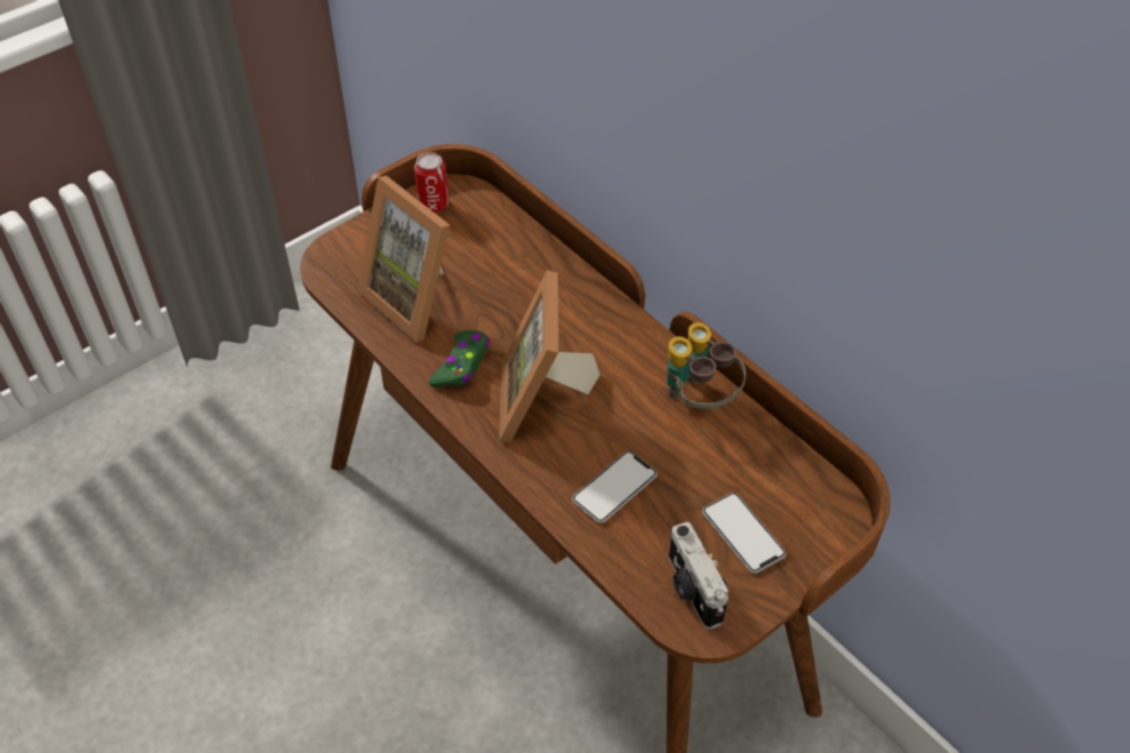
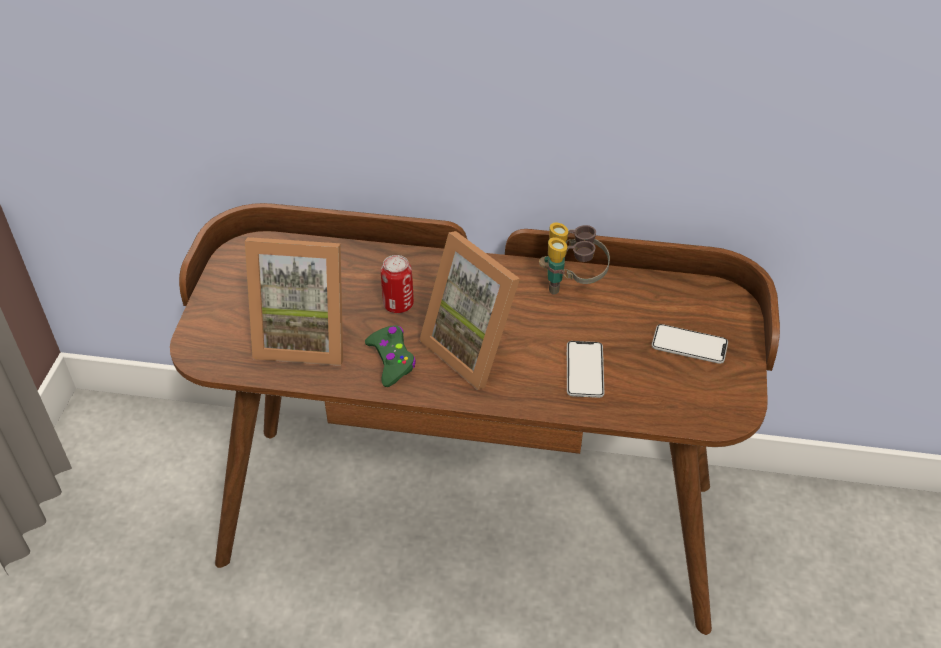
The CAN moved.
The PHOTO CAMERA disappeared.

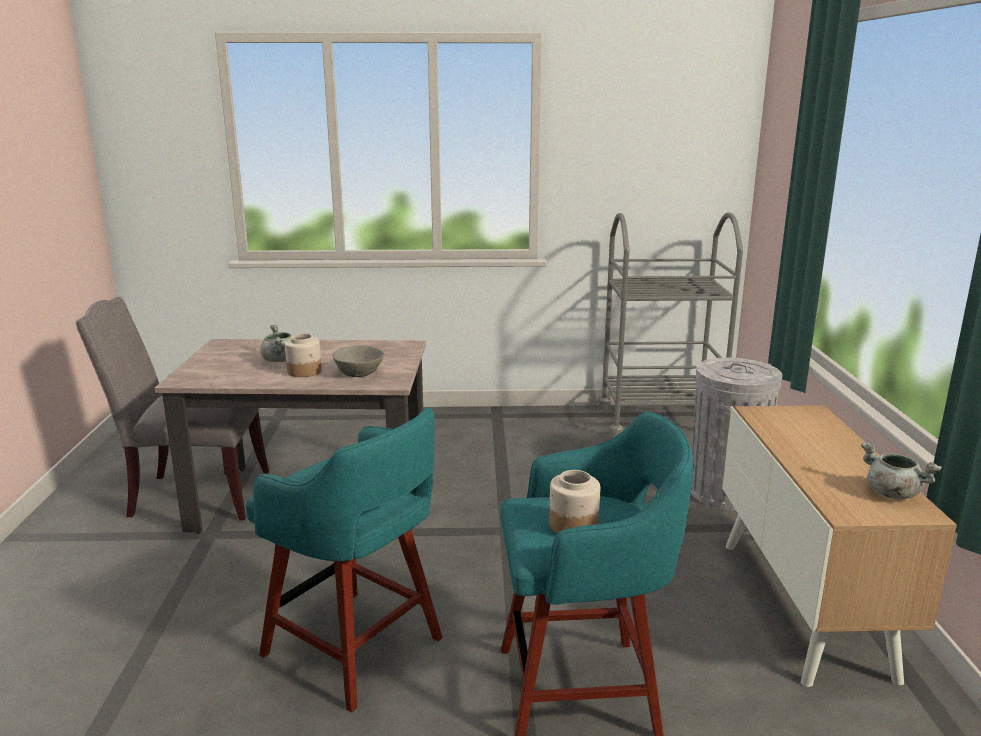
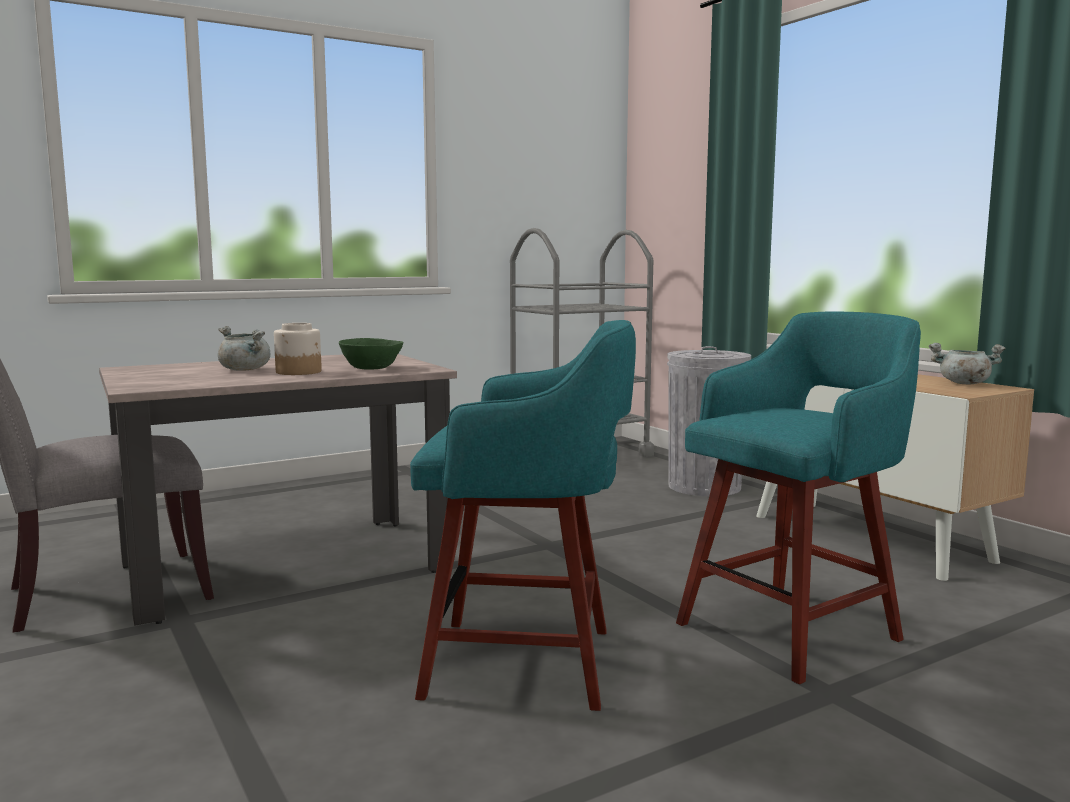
The GREY BOWL became the GREEN BOWL.
The JAR (2nd from left) disappeared.

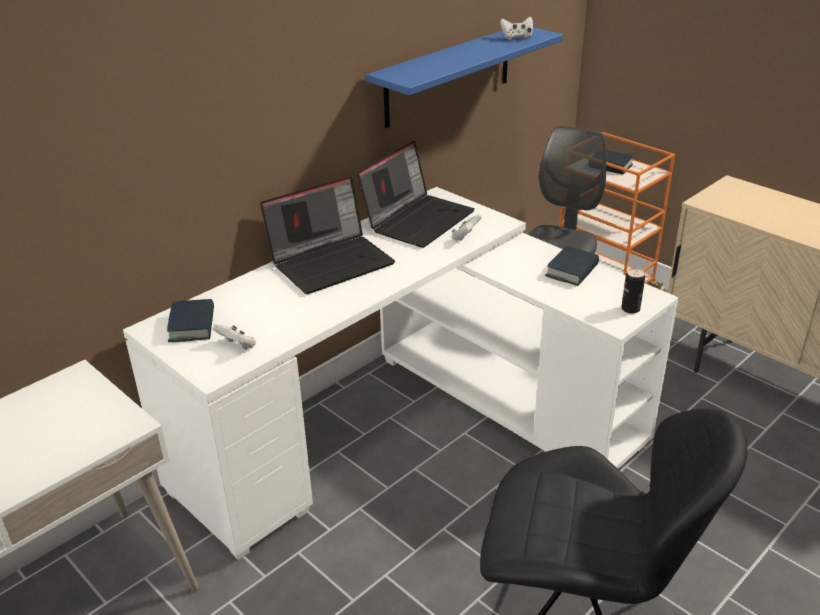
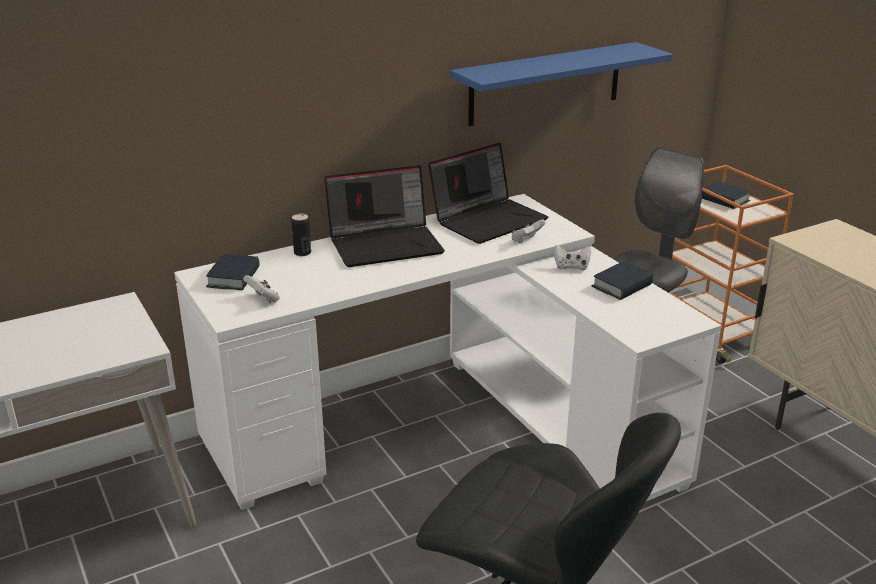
The CAN moved.
The WHITE GAME CONTROLLER (3rd from left) moved.

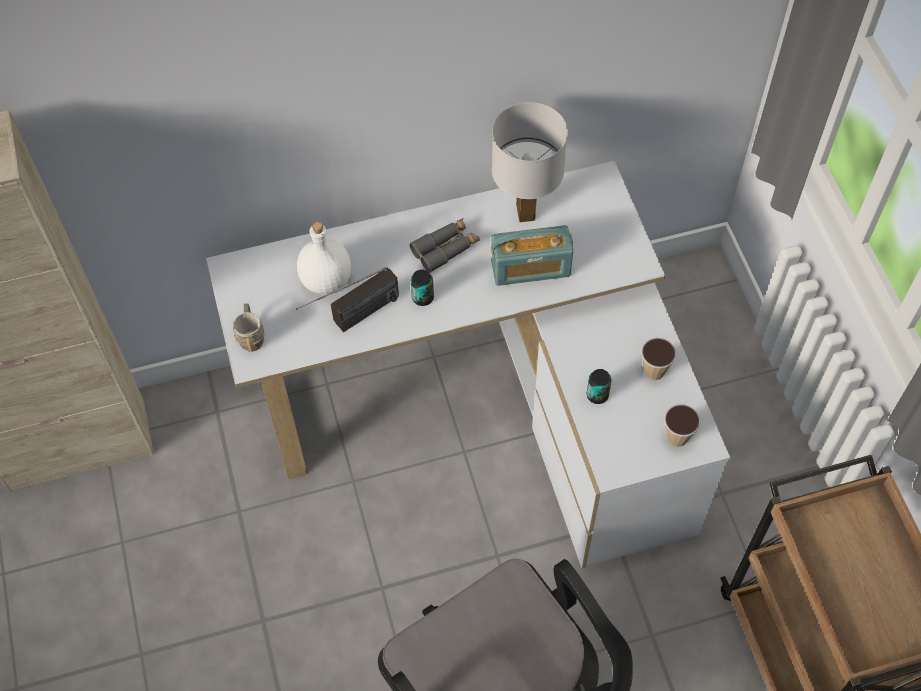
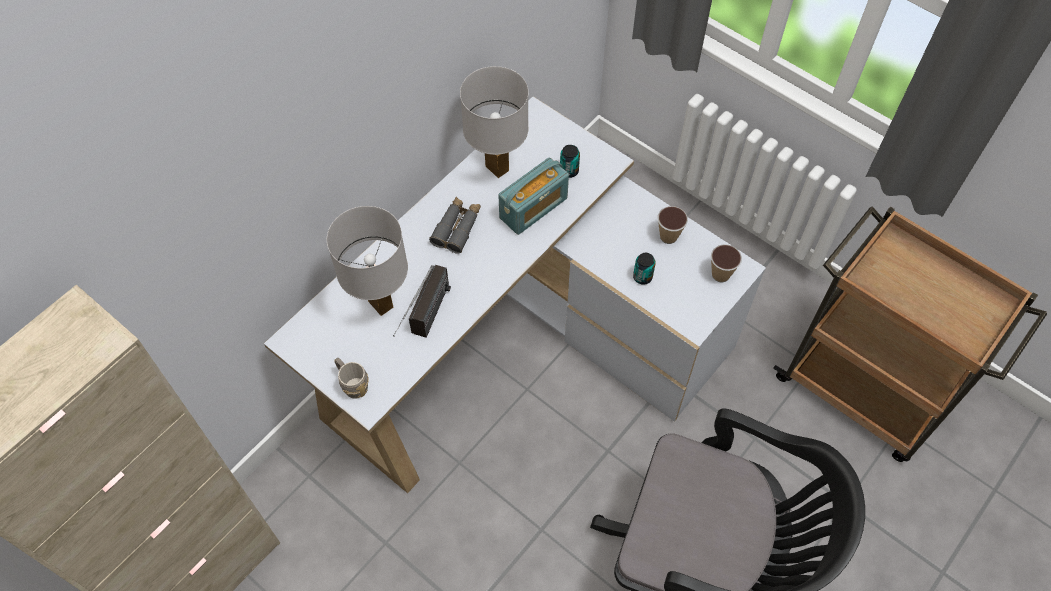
The WHITE BOTTLE was replaced by the WHITE TABLE LAMP (1st from left).
The CAN (1st from left) moved.

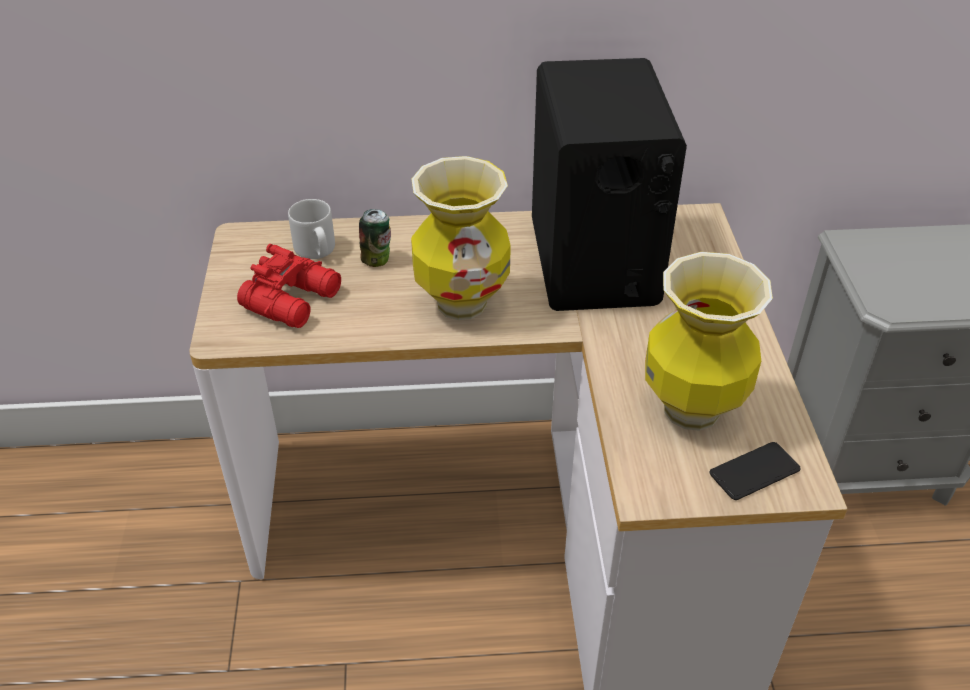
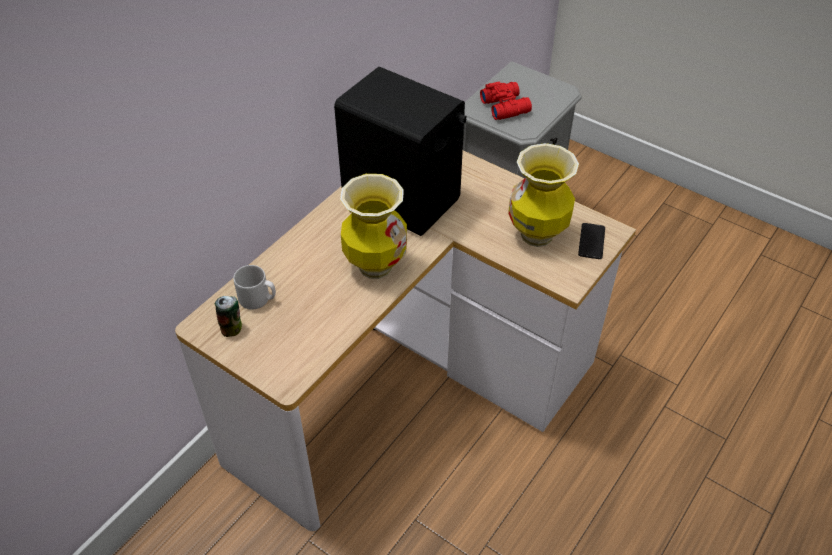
The CAN moved.
The RED BINOCULARS moved.

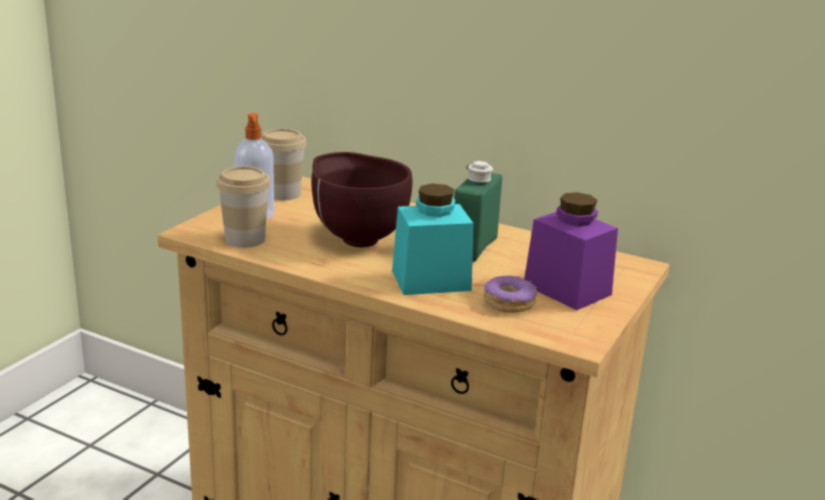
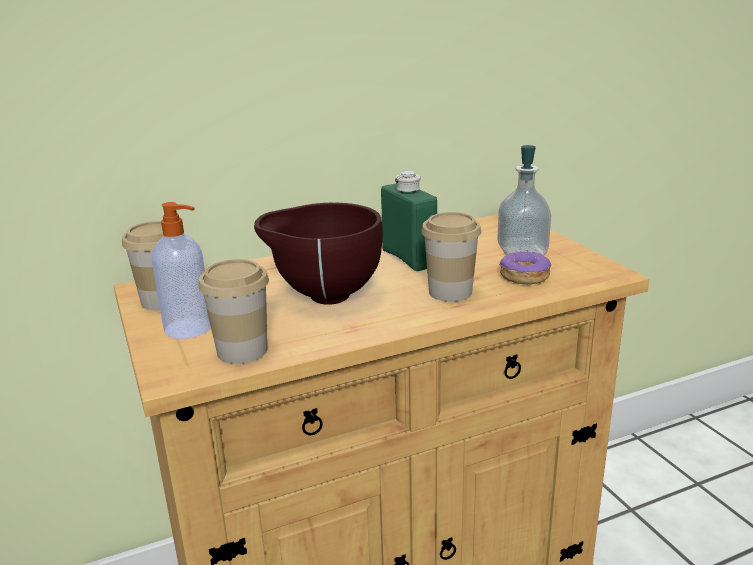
The TURQUOISE JAR was replaced by the CUP (3rd from left).
The PURPLE JAR was replaced by the SOAP DISPENSER (2nd from left).

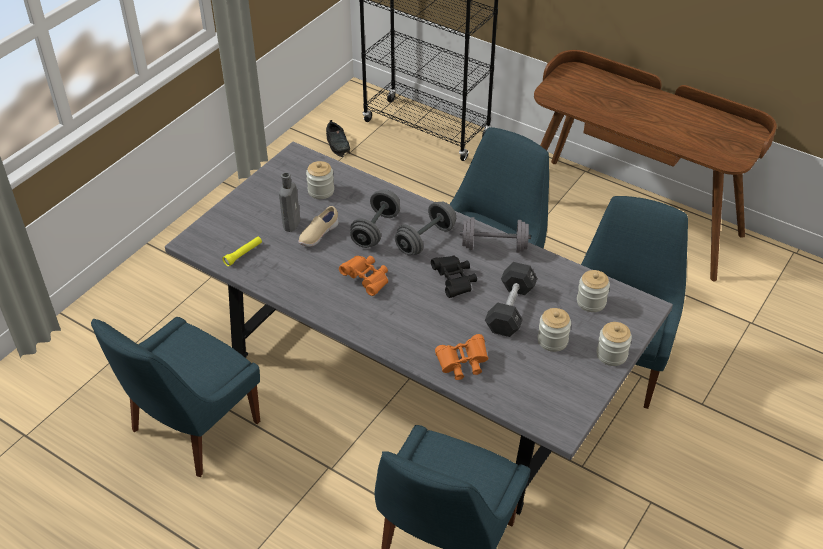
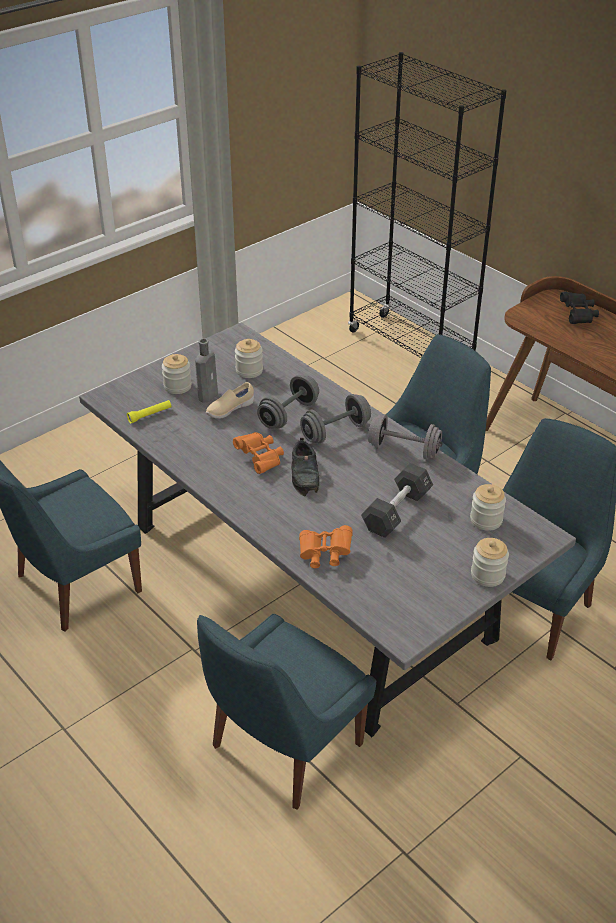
The JAR (2nd from left in the first image) moved.
The BLACK SHOE moved.
The BLACK BINOCULARS moved.

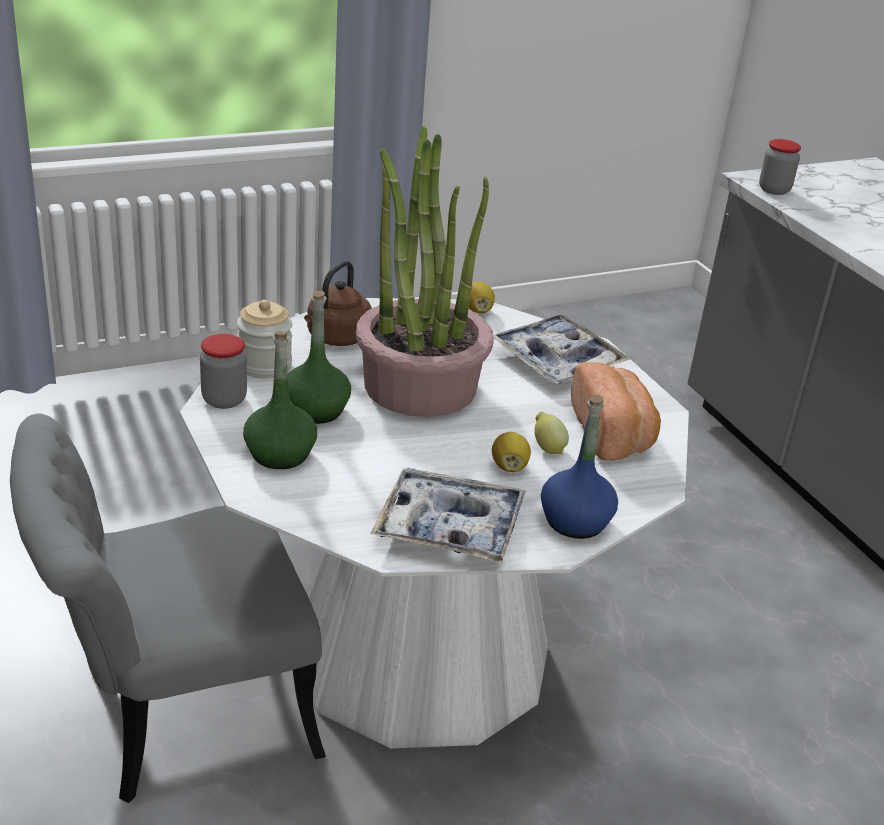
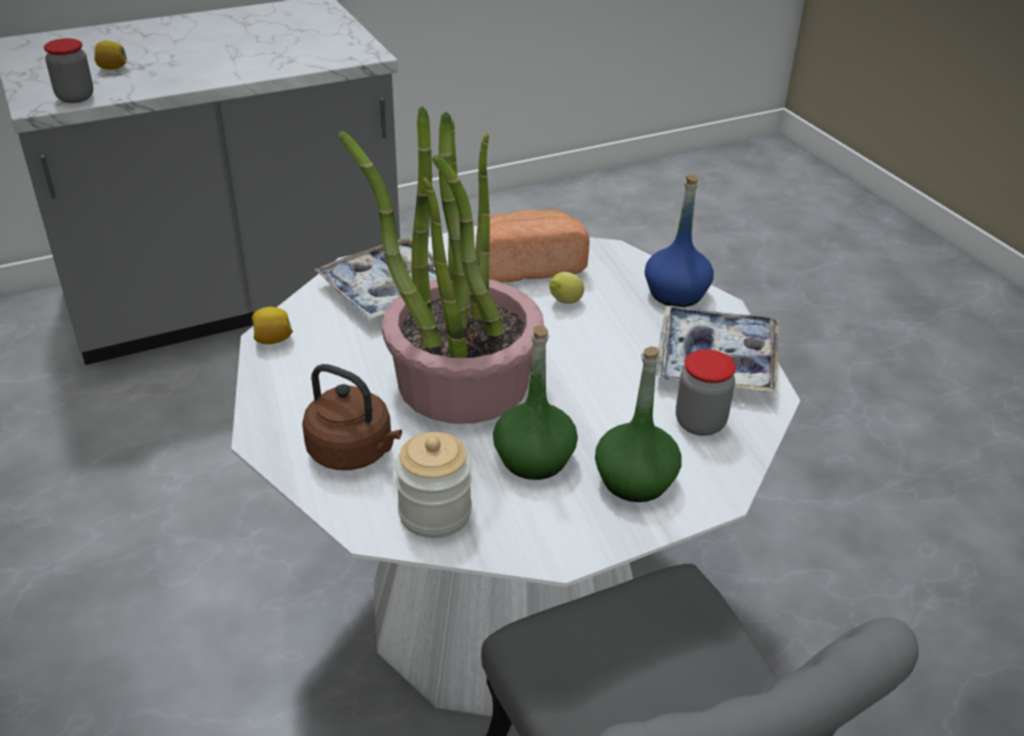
The LEMON (2nd from left in the first image) moved.
The JAR (1st from left in the first image) moved.

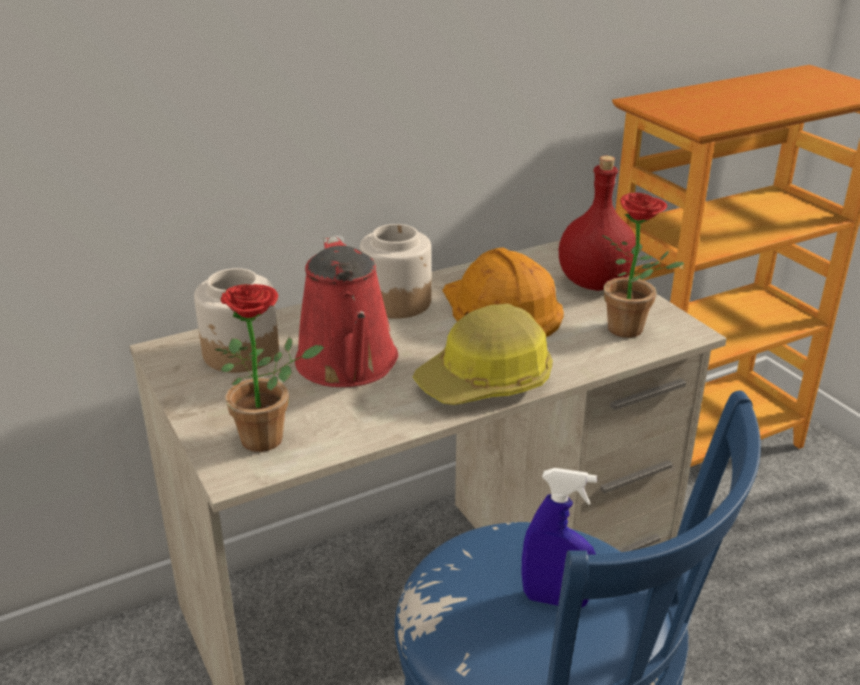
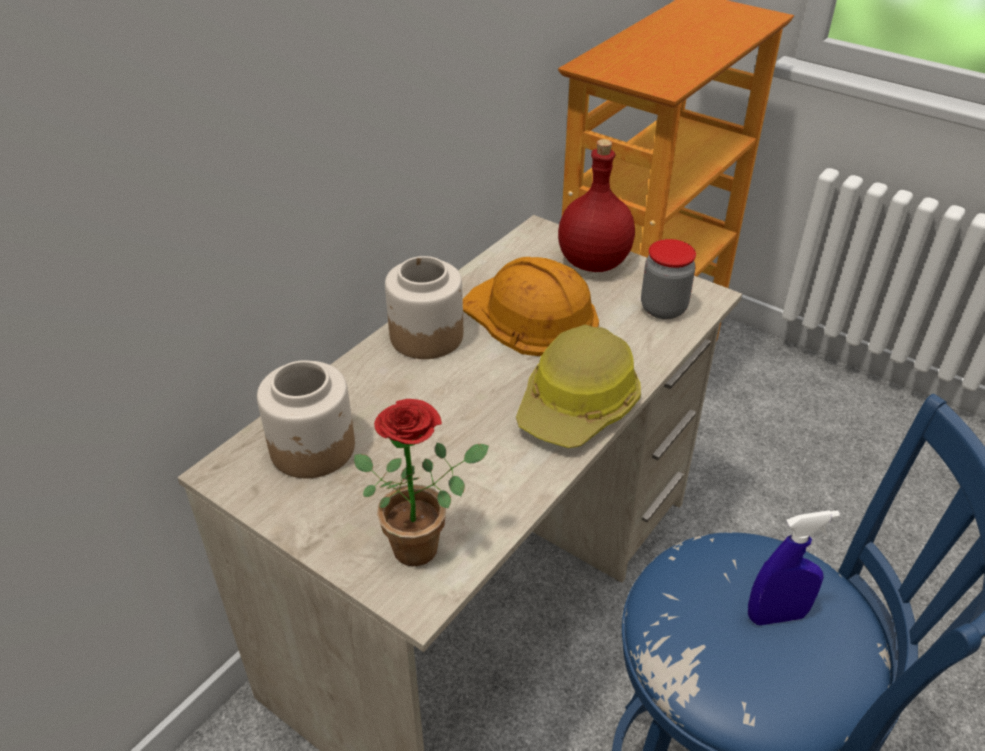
The POTTED PLANT (2nd from left) was replaced by the JAR (3rd from left).
The RED WATERING CAN disappeared.

